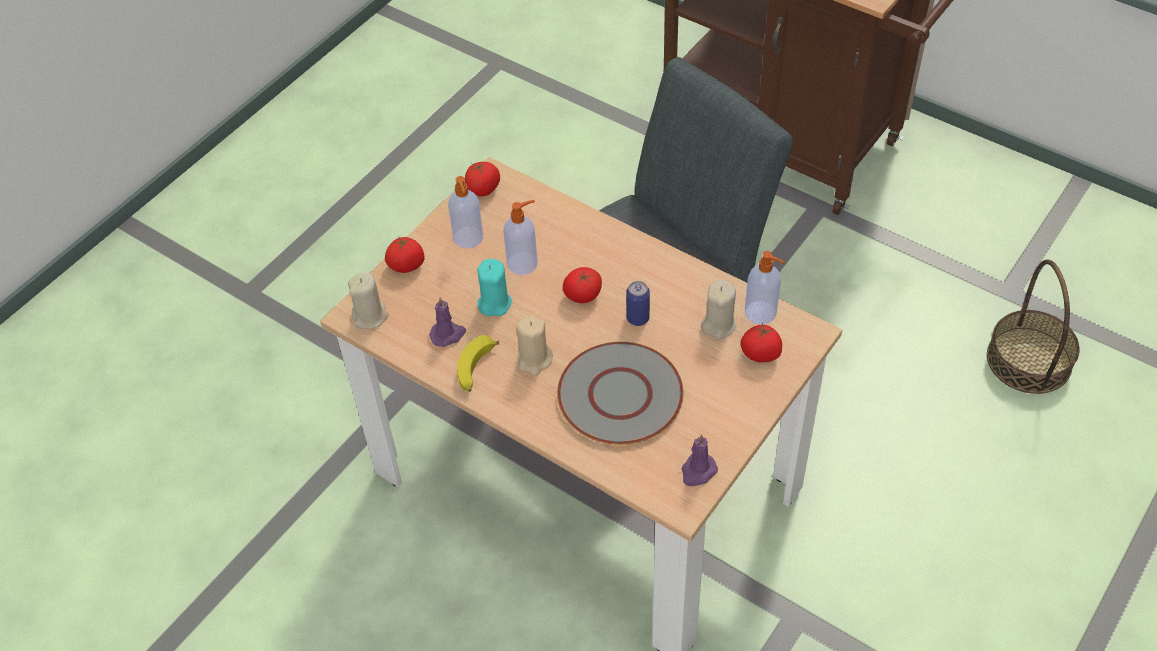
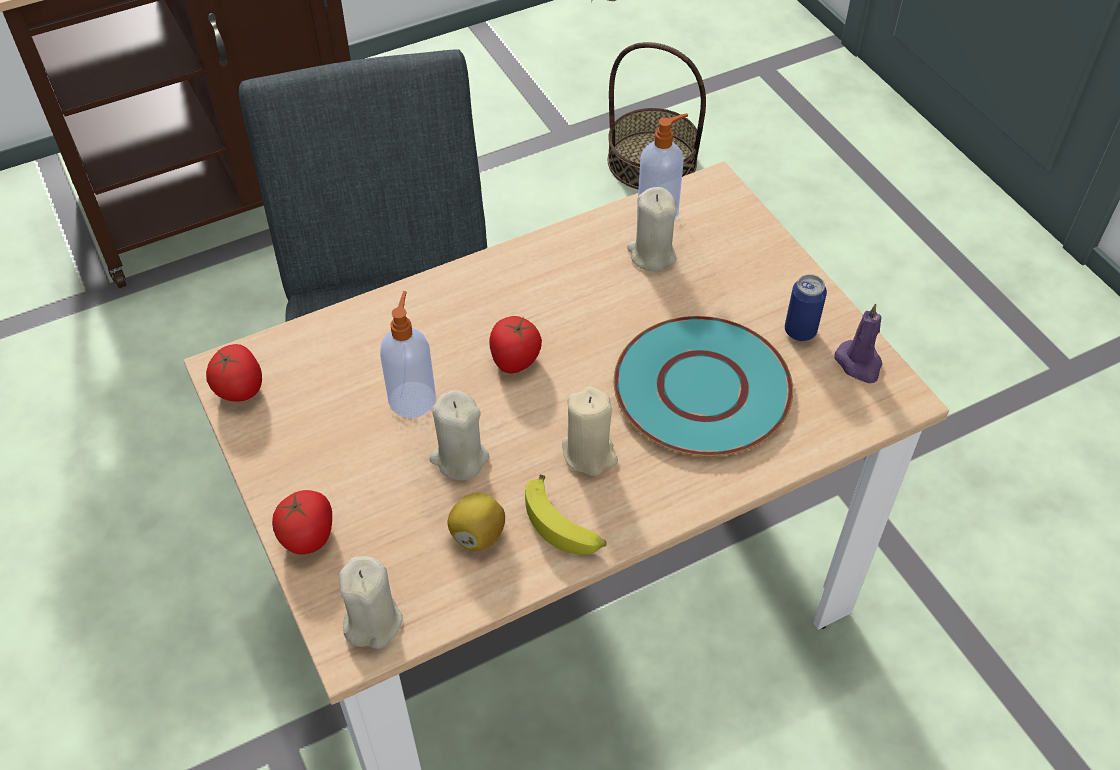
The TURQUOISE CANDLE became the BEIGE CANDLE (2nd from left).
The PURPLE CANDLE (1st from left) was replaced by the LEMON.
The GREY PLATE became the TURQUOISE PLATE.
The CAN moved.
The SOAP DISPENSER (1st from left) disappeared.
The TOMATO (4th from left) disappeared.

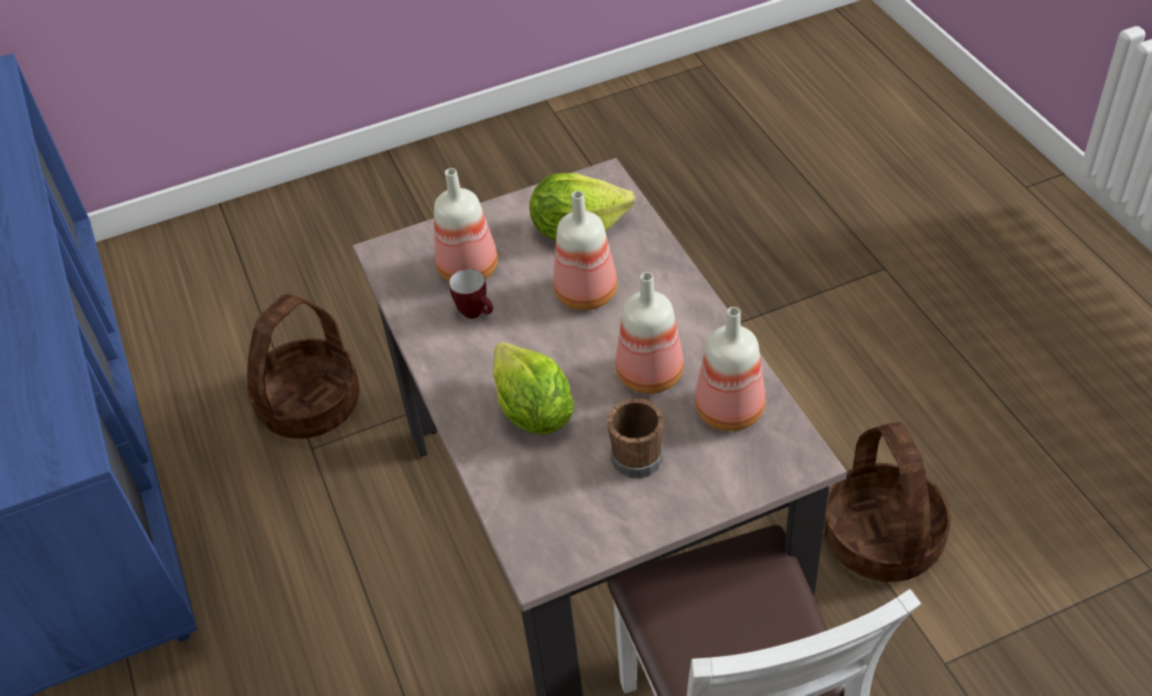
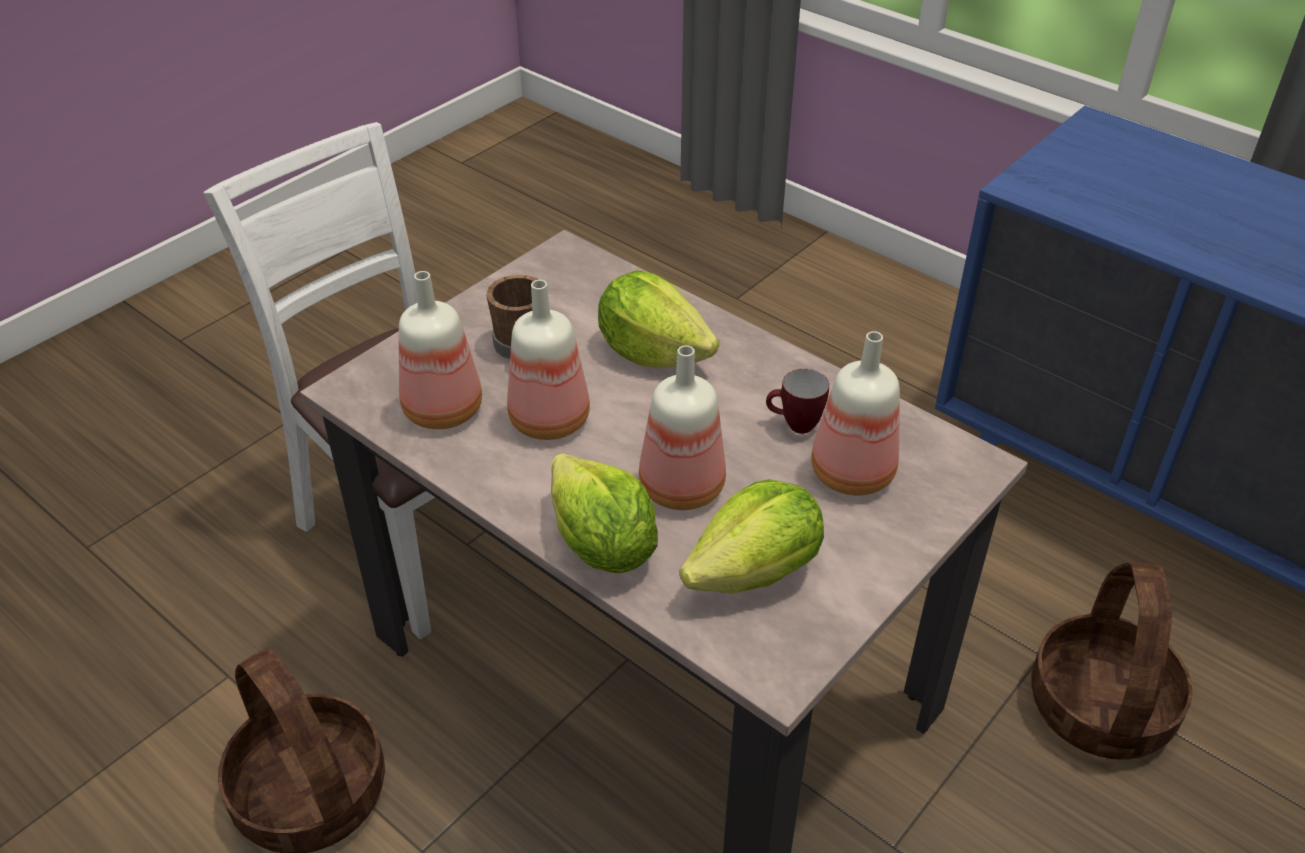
The LETTUCE (1st from left) appeared.

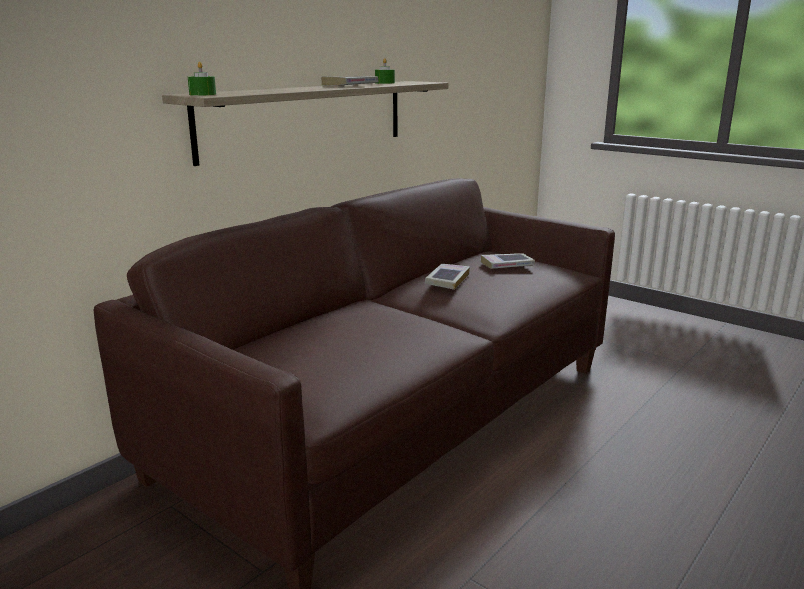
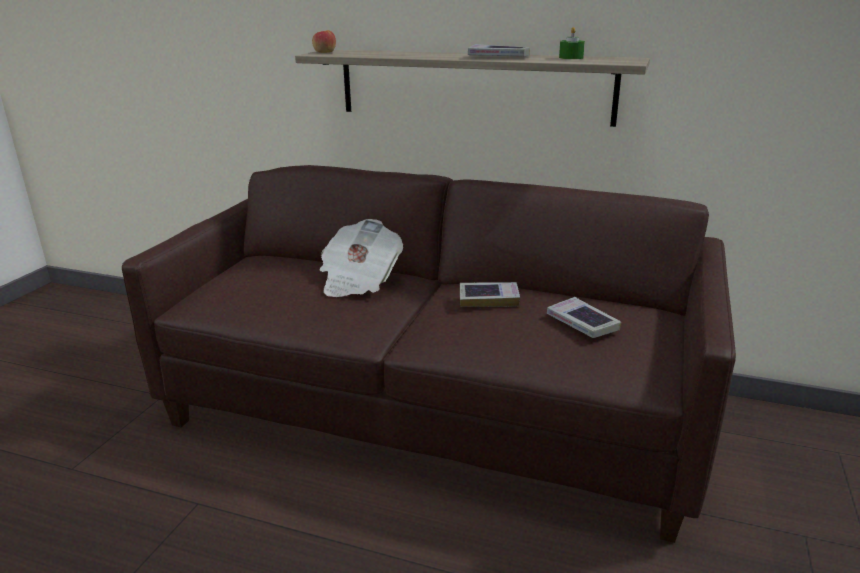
The GREEN CANDLE (1st from left) was replaced by the APPLE.
The NEWSPAPER appeared.

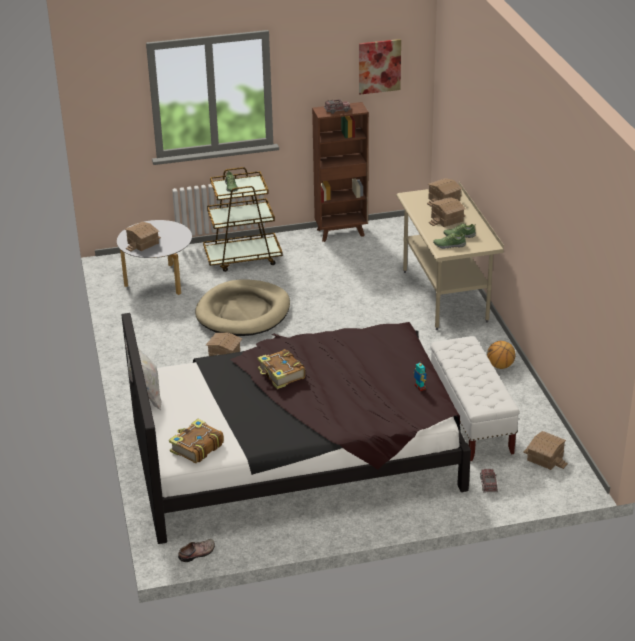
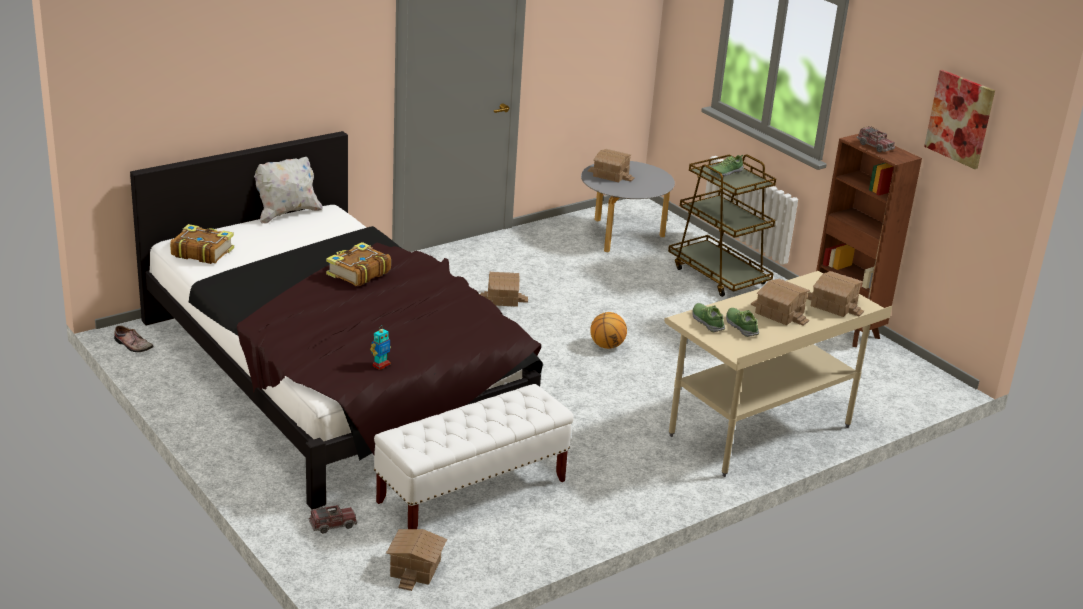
The BASKETBALL moved.
The BEIGE DOG BED disappeared.

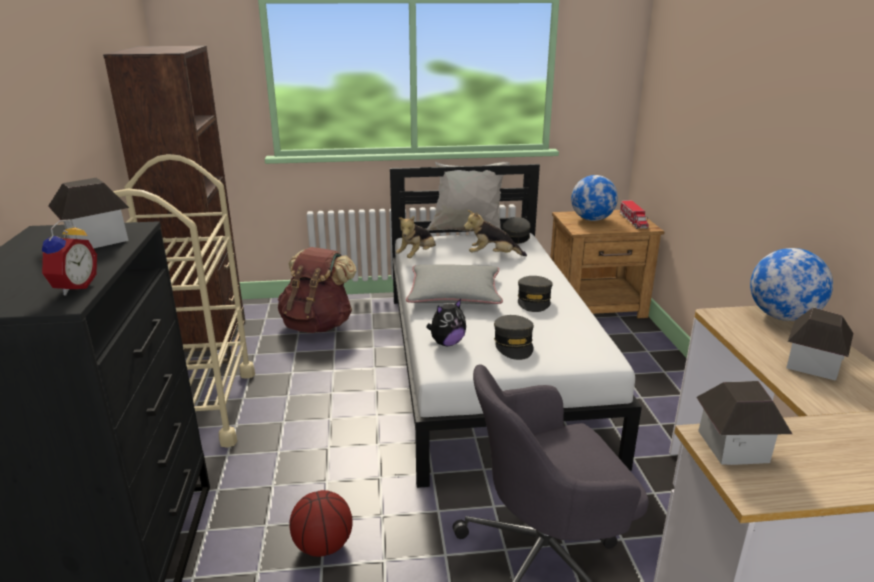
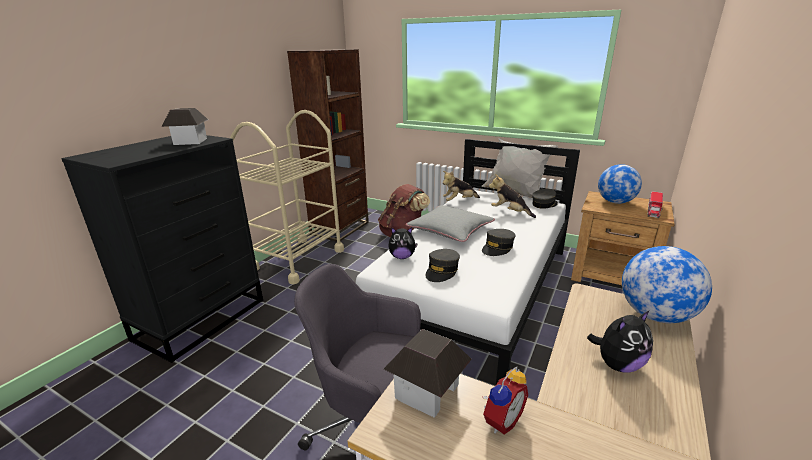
The ALARM CLOCK moved.
The TOY HOUSE (3rd from left) was replaced by the PLUSH TOY (4th from left).
The BASKETBALL disappeared.

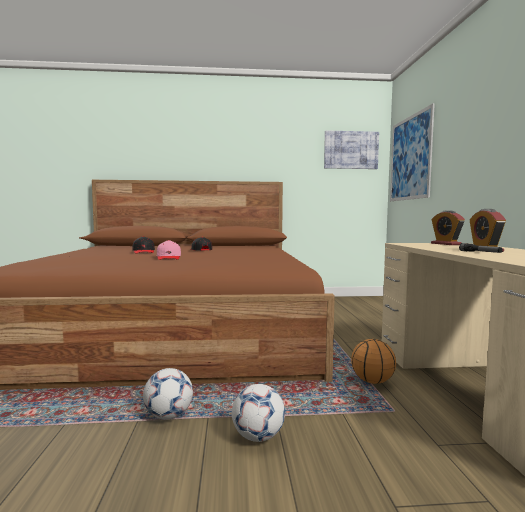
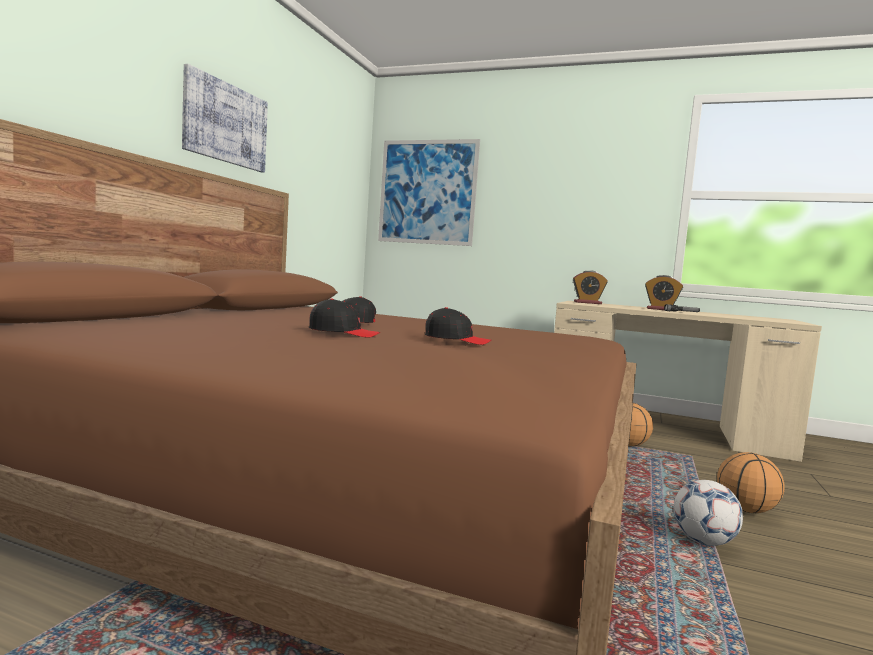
The PICTURE (1st from left) moved.
The PINK CAP became the BLACK CAP (3rd from left).
The FOOTBALL (2nd from left) was replaced by the BASKETBALL (2nd from left).

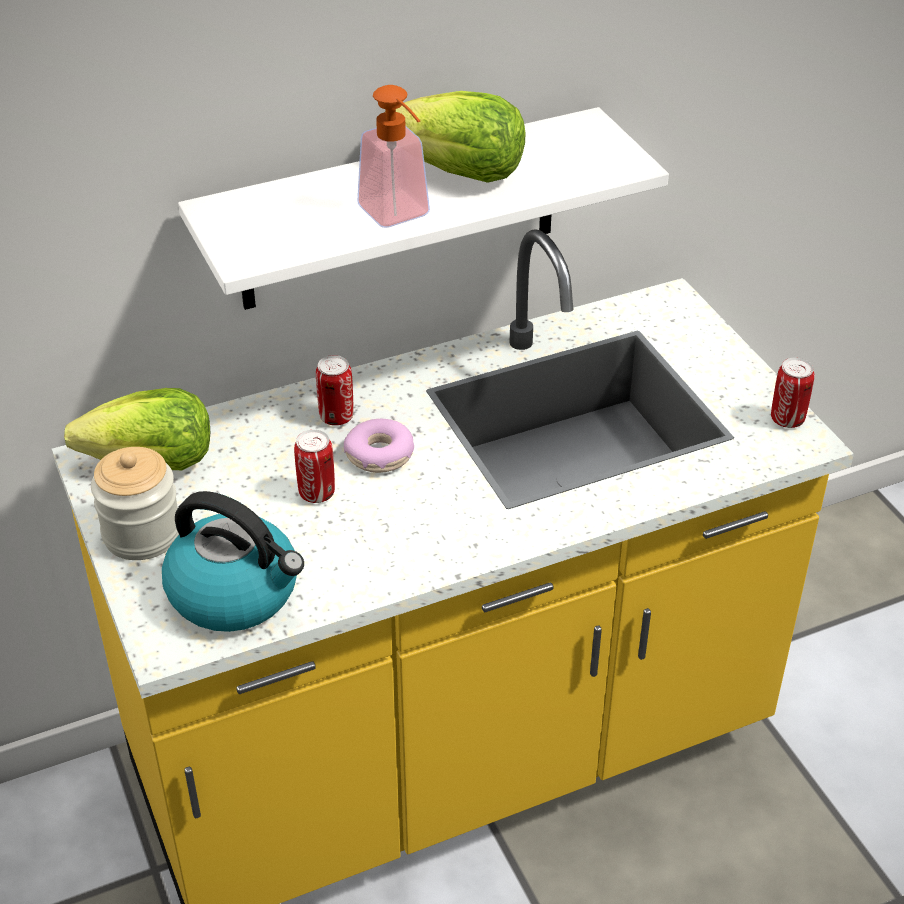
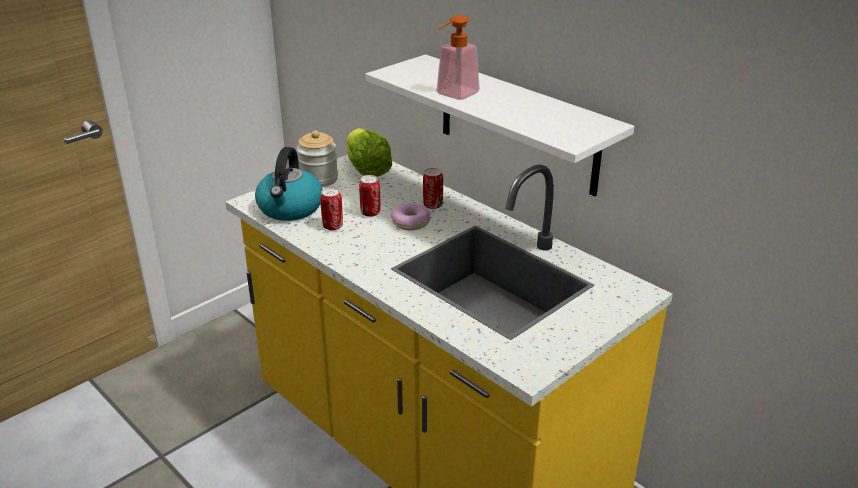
The CAN (3rd from left in the first image) moved.
The LETTUCE (2nd from left) disappeared.

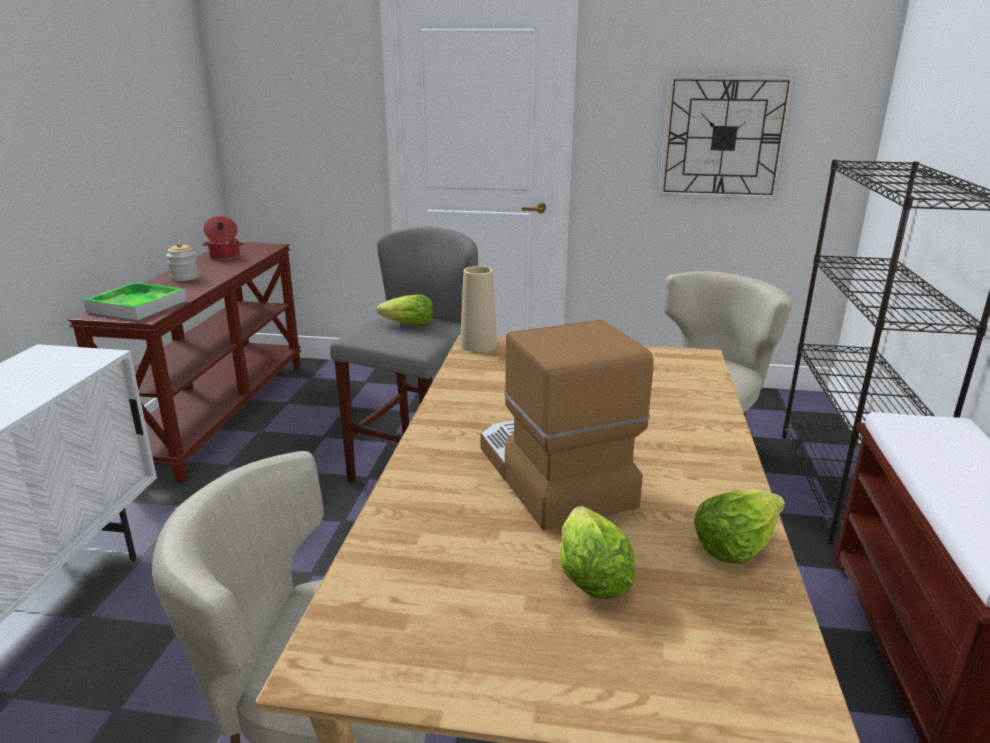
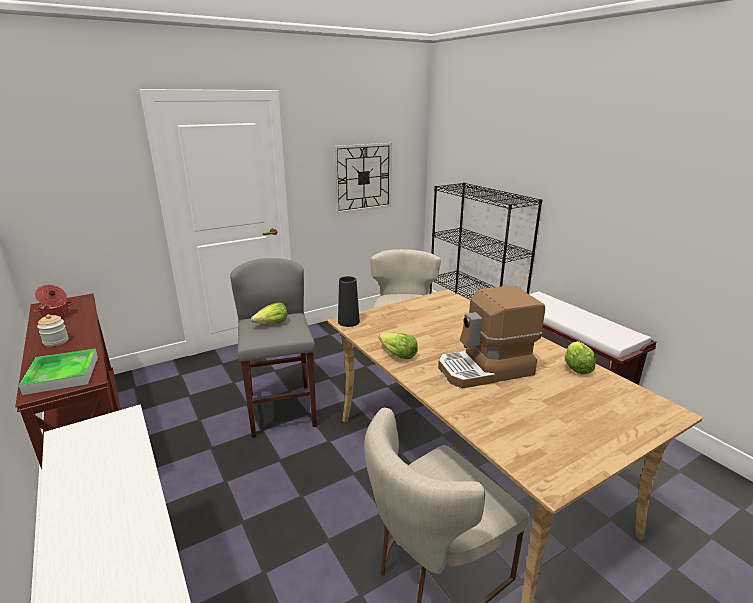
The BEIGE VASE became the BLACK VASE.
The LETTUCE (2nd from left) moved.
The COFFEE MACHINE turned 45 degrees counterclockwise.

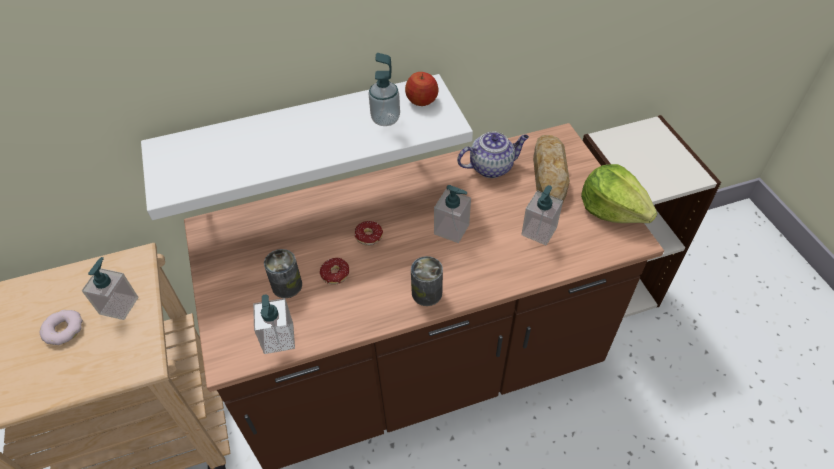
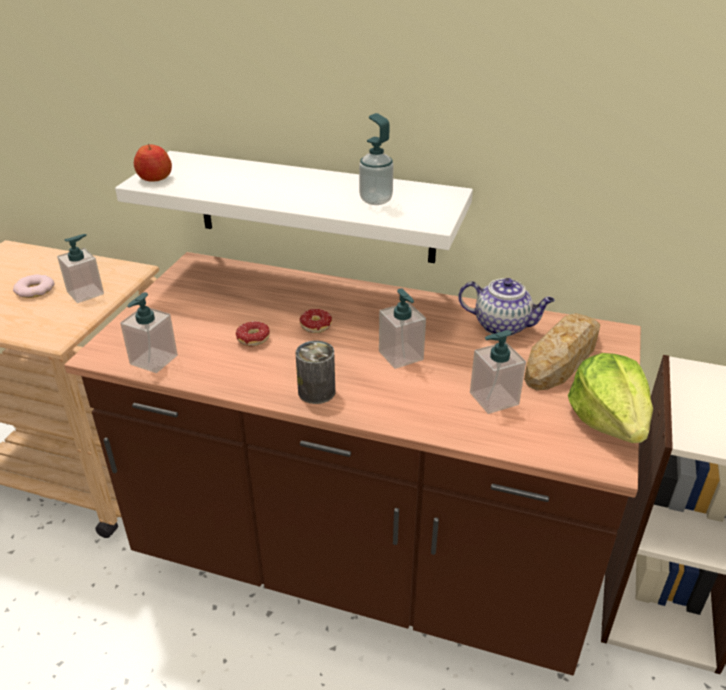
The APPLE moved.
The CAN (1st from left) disappeared.

